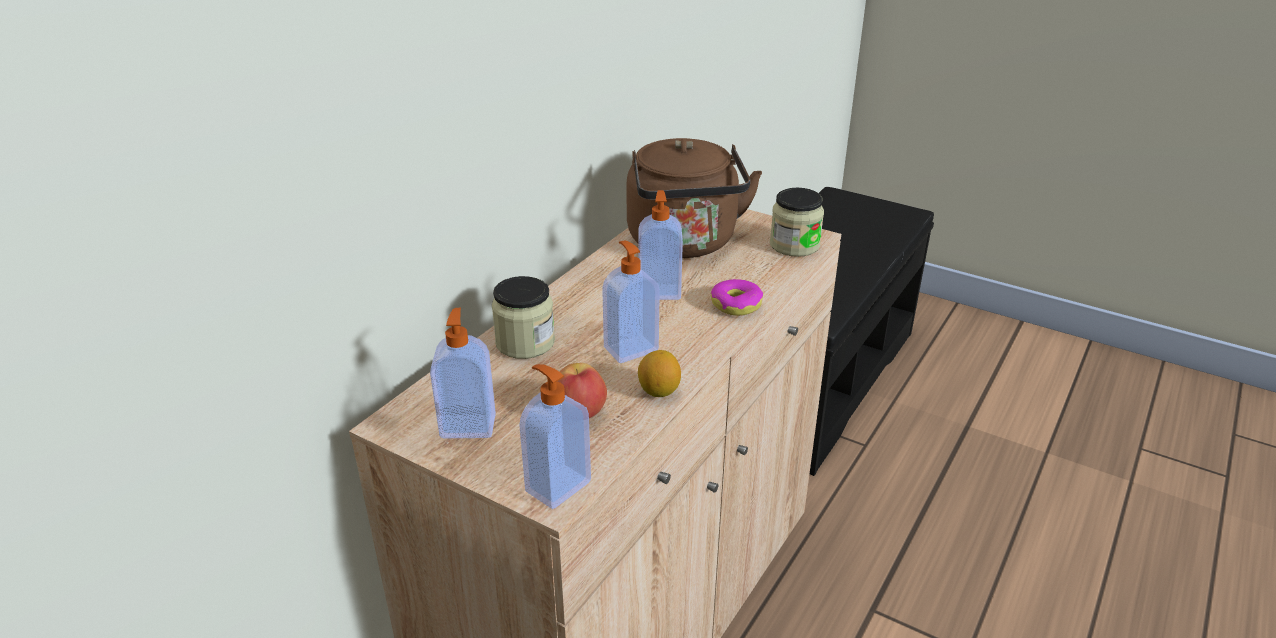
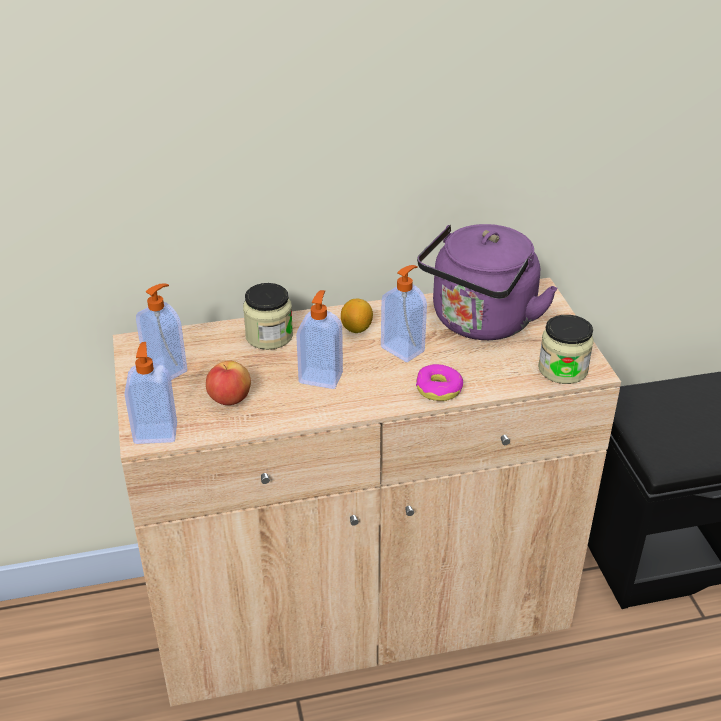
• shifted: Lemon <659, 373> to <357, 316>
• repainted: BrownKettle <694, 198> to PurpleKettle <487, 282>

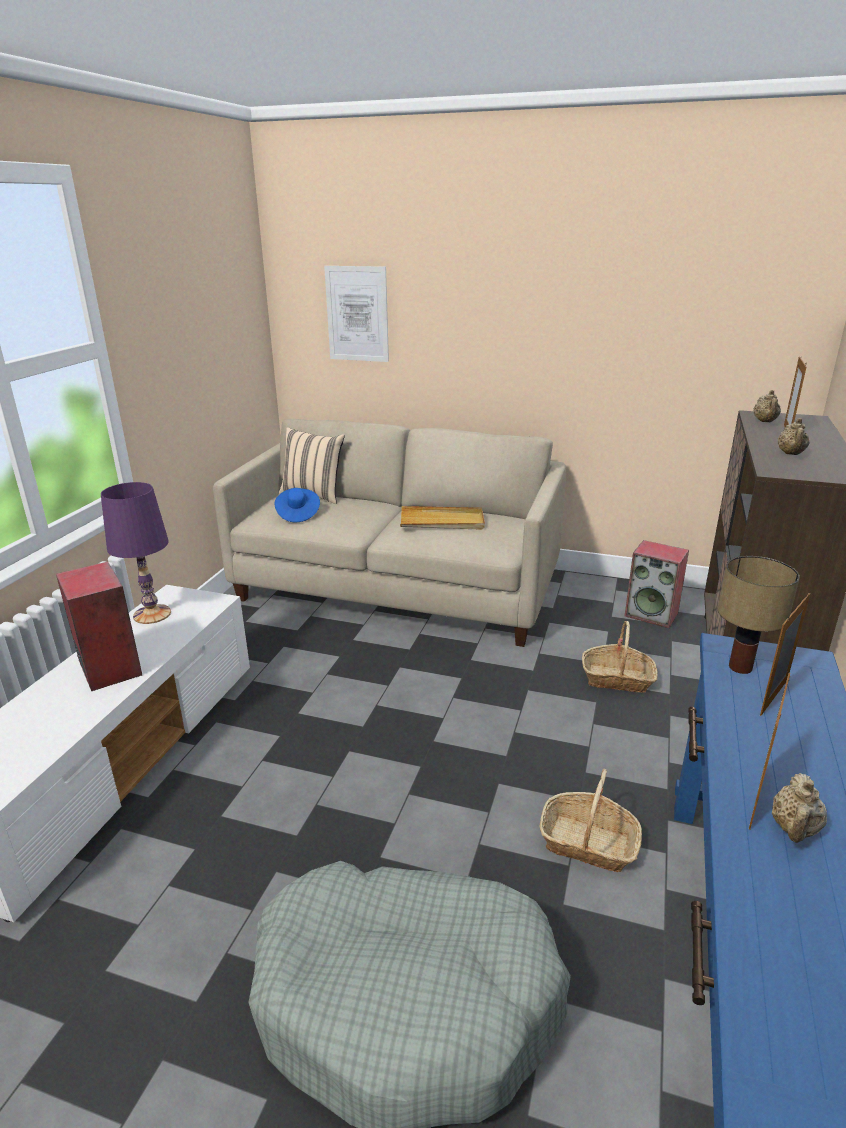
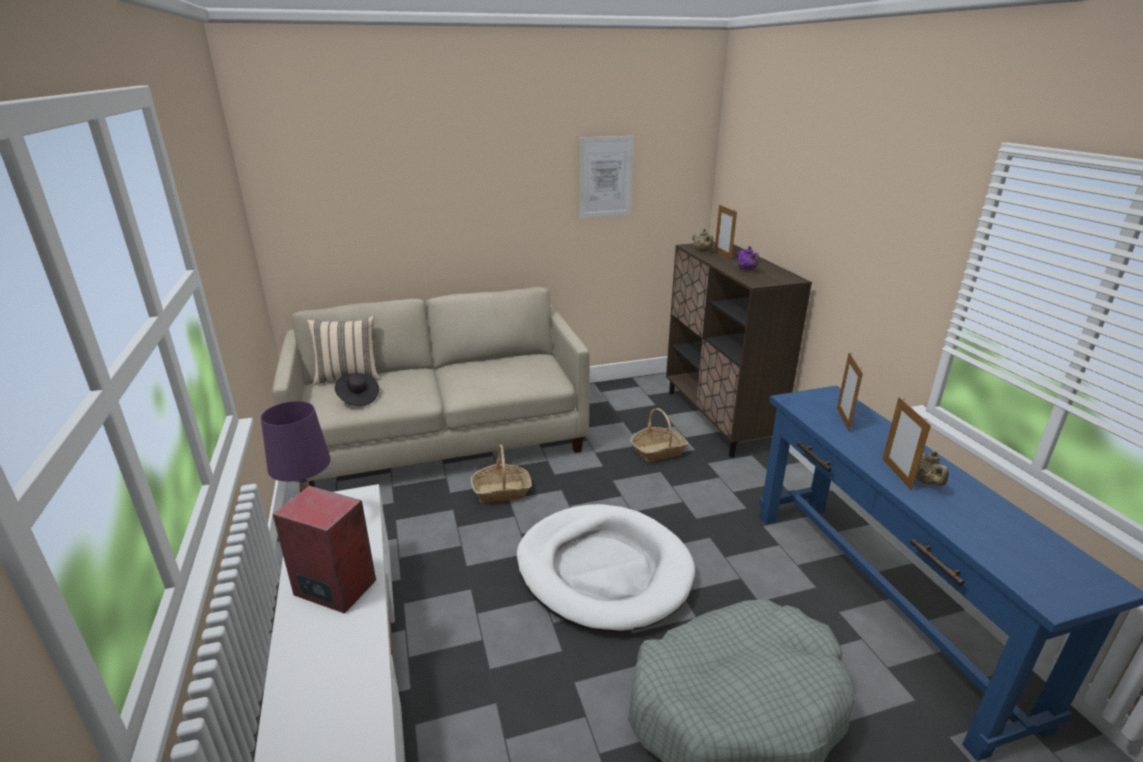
• gone: BeigeTray <442, 518>
• gone: Speaker <657, 584>
• gone: TableLamp <759, 615>
• new: WhiteDogBed <606, 568>
• shifted: Picture <356, 314> to <607, 176>
• shifted: Basket <591, 820> to <501, 473>
• repainted: BlueHat <297, 505> to BlackHat <357, 389>
• repainted: BeigeTeapot <793, 436> to PurpleTeapot <747, 258>

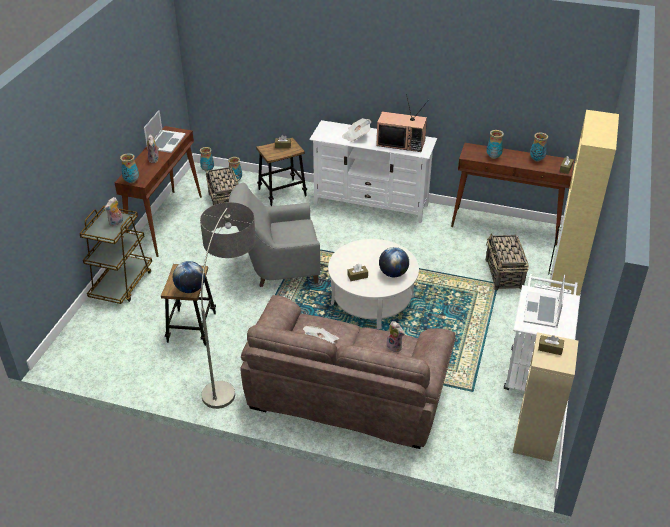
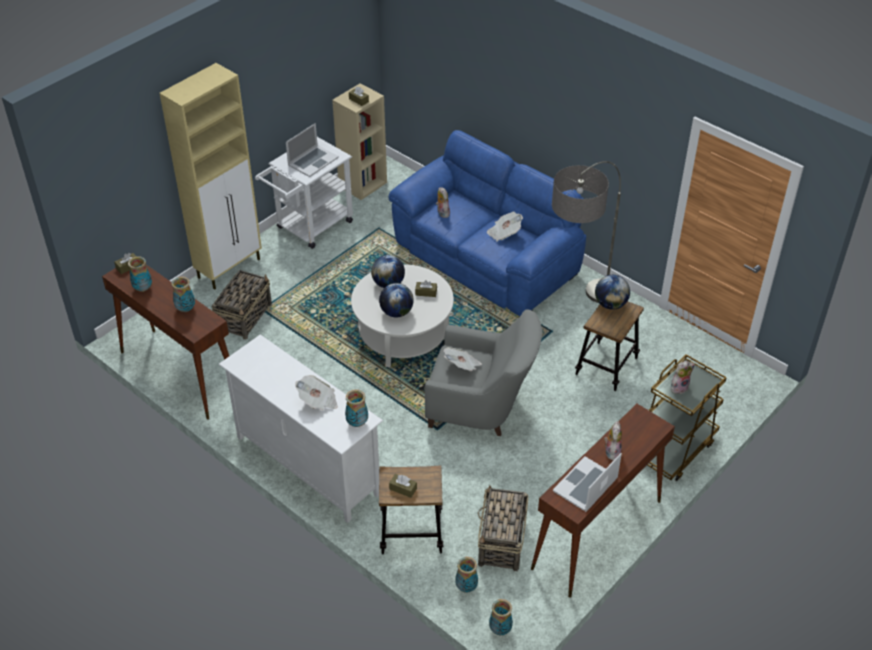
• gone: Television <402, 123>
• new: Globe <396, 300>
• new: Newspaper <463, 359>
• shifted: Vase <129, 168> to <356, 408>
• repainted: BrownSofa <348, 372> to BlueSofa <487, 223>

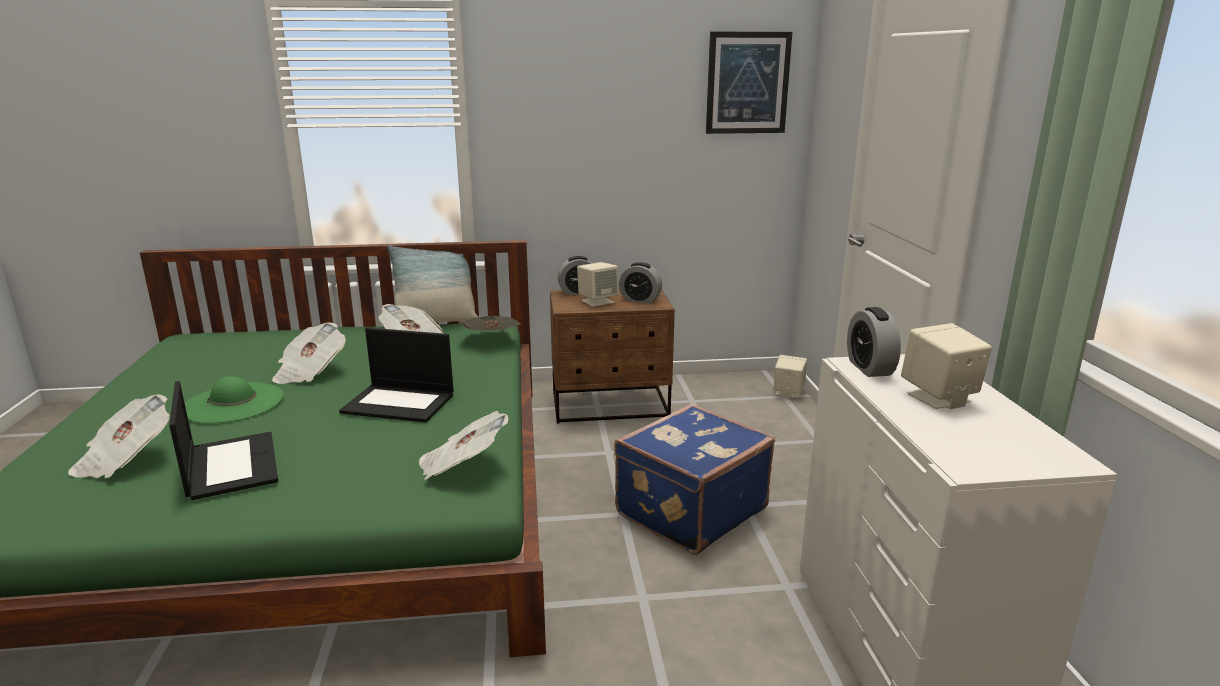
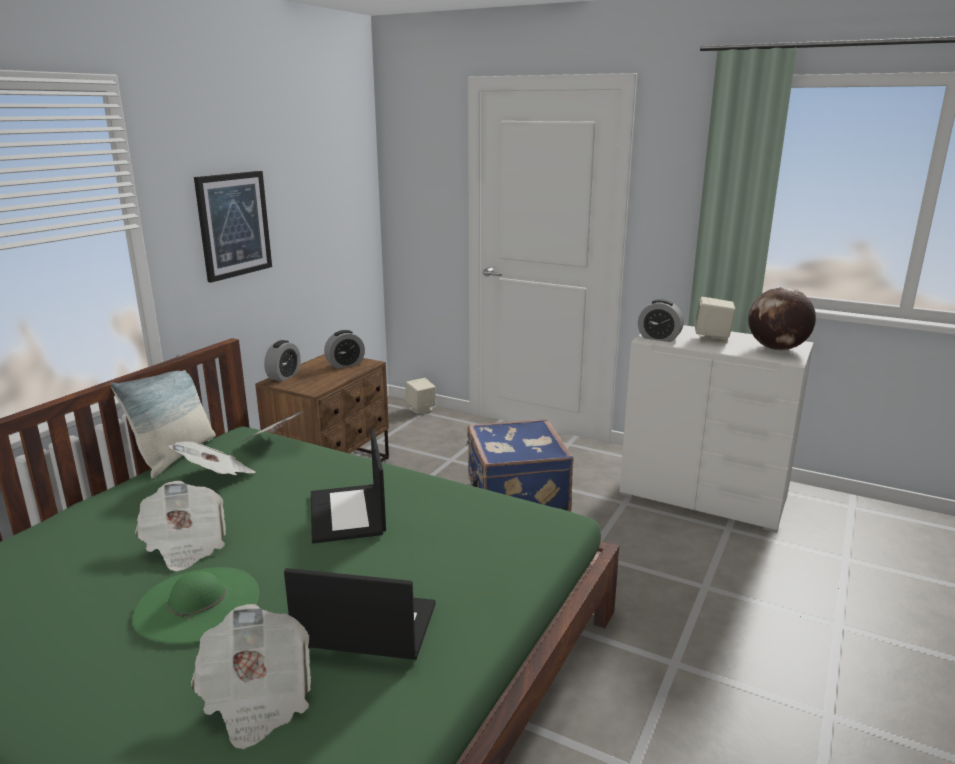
• gone: Newspaper <463, 445>
• gone: BeigeSpeaker <598, 284>
• new: Globe <782, 318>
• shifted: Picture <749, 83> to <233, 227>
• rotated: Laptop <396, 375> = <348, 486> 120 degrees clockwise

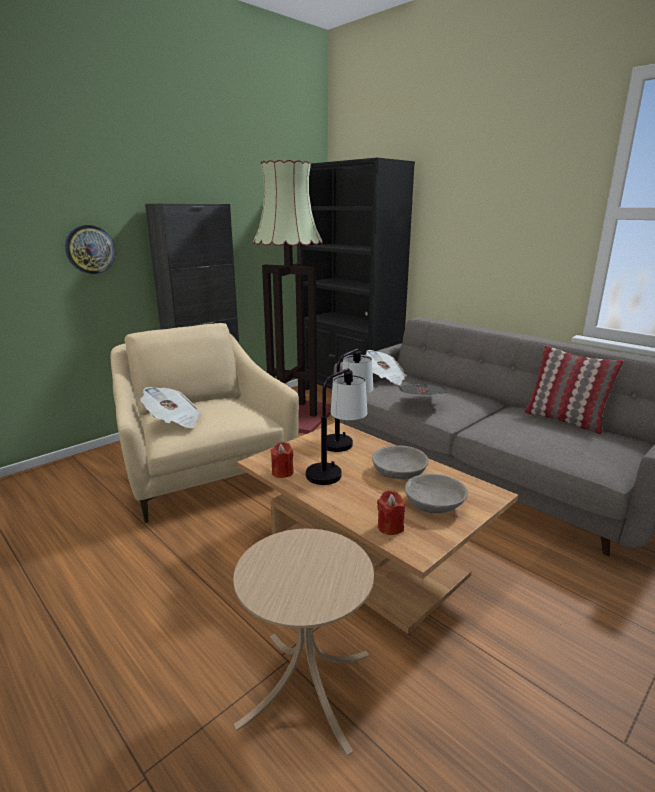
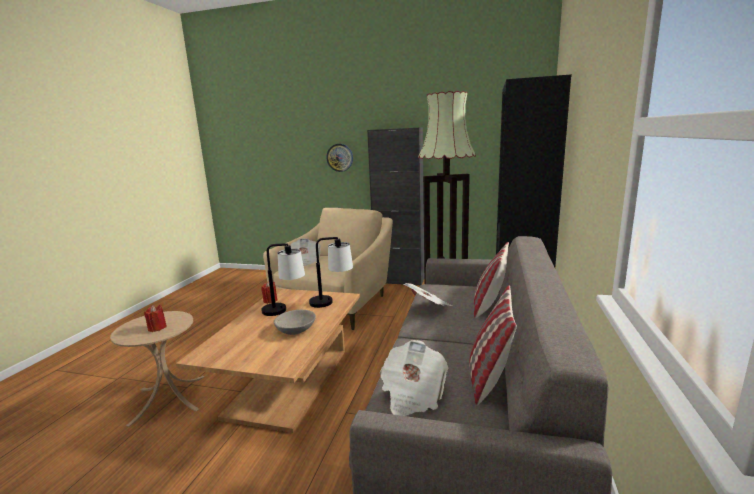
• gone: GreyBowl <436, 493>
• new: Pillow <491, 280>
• shifted: Newspaper <386, 367> to <414, 378>
• shifted: RedCandle <391, 512> to <155, 318>

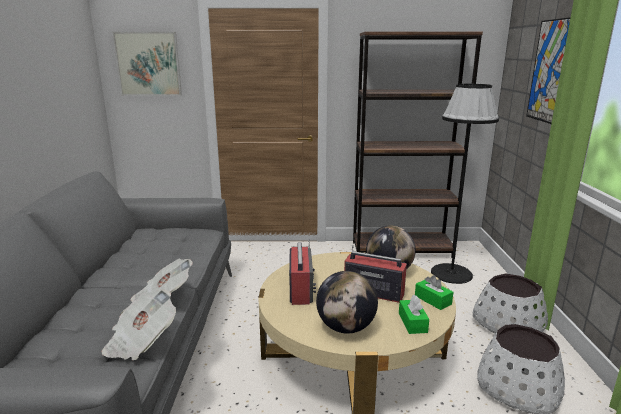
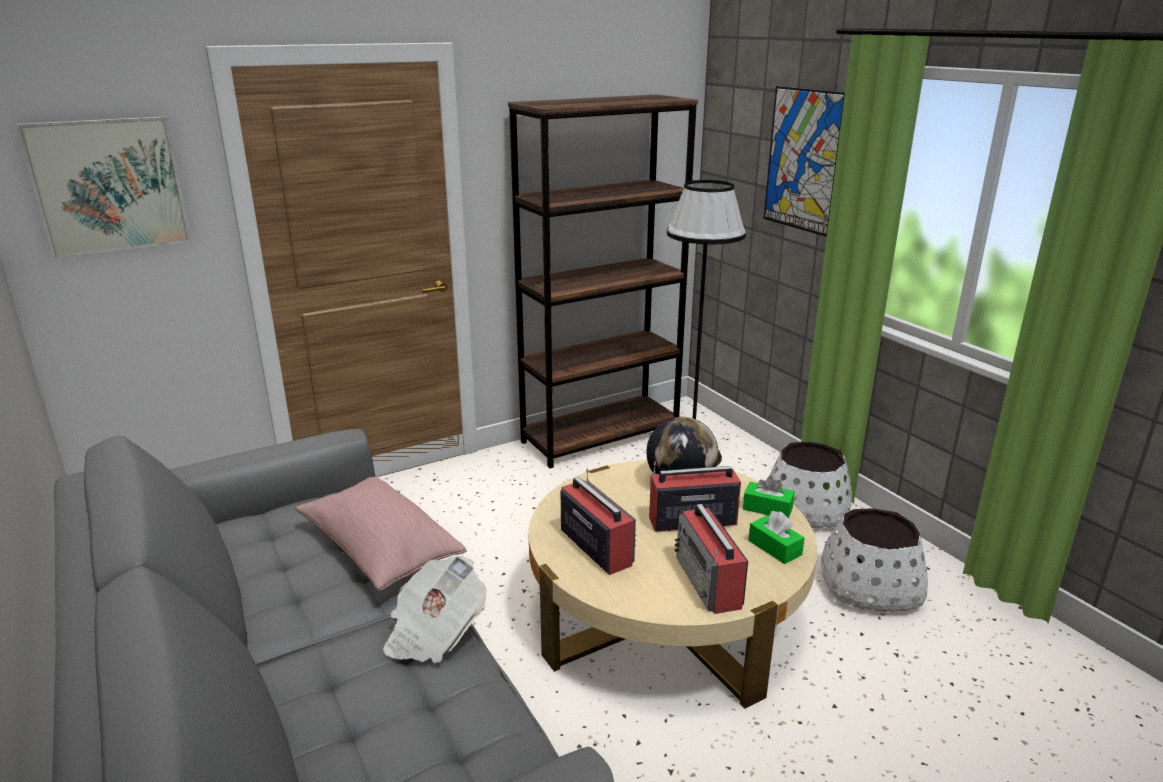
• gone: Newspaper <139, 325>
• new: PinkPillow <381, 534>
• swapped: Globe <347, 302> to Radio <711, 559>

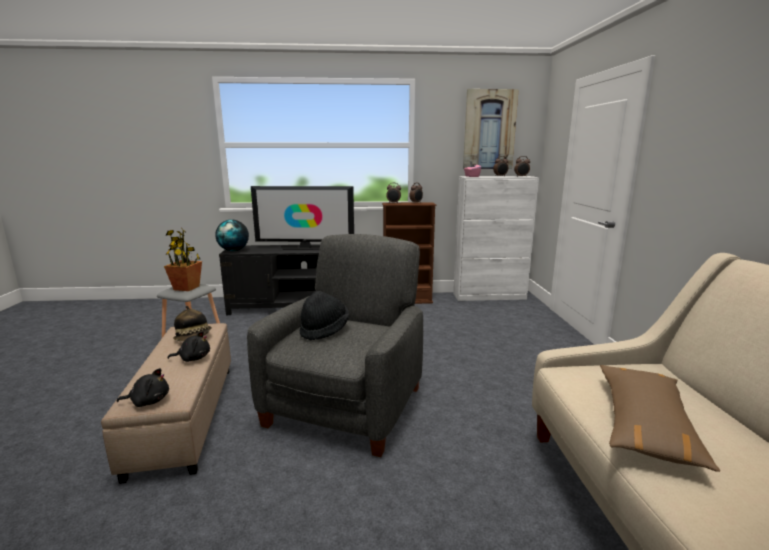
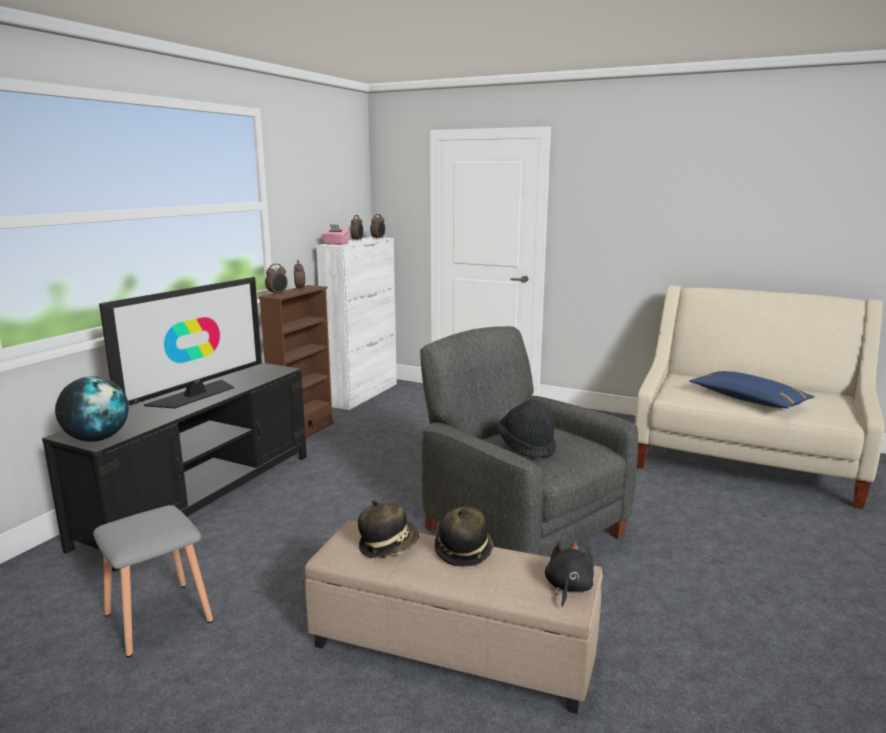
• gone: PottedPlant <183, 260>
• gone: Picture <491, 129>
• swapped: BlackPlushToy <189, 346> to Hat <464, 536>
• repainted: BrownPillow <660, 418> to BluePillow <751, 390>

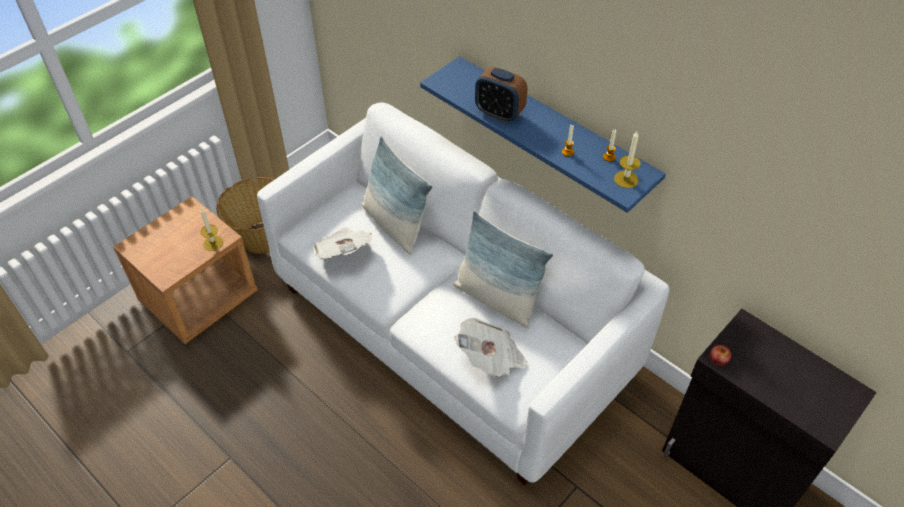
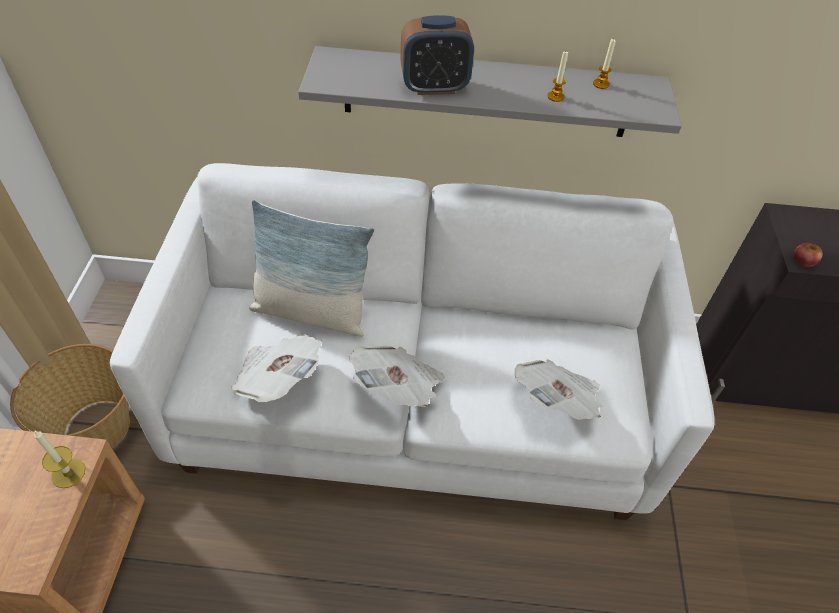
• gone: Pillow <503, 269>
• gone: Candle <627, 159>
• new: Newspaper <397, 376>
• repainted: BlueShelf <543, 134> to GreyShelf <490, 91>

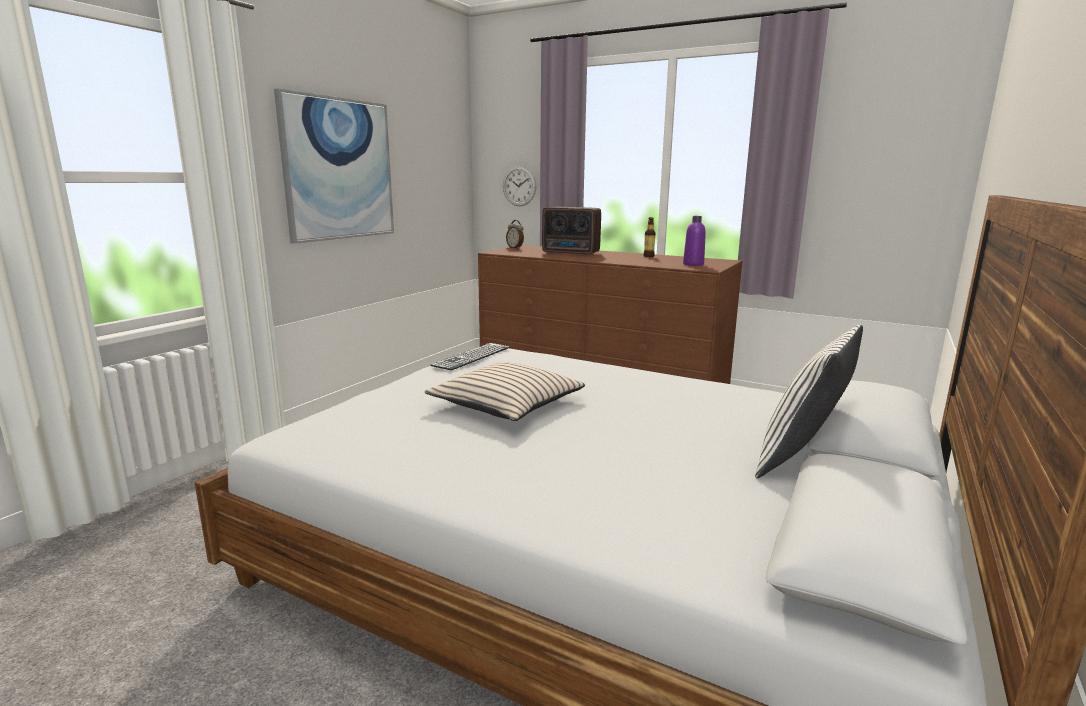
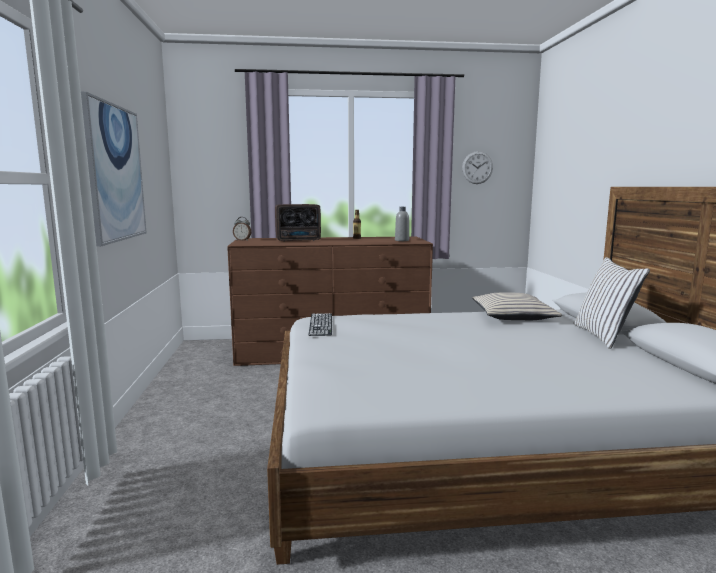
• shifted: BeigePillow <504, 391> to <517, 306>
• shifted: WallClock <519, 186> to <477, 167>
• repainted: PurpleBottle <694, 241> to GreyBottle <402, 224>

